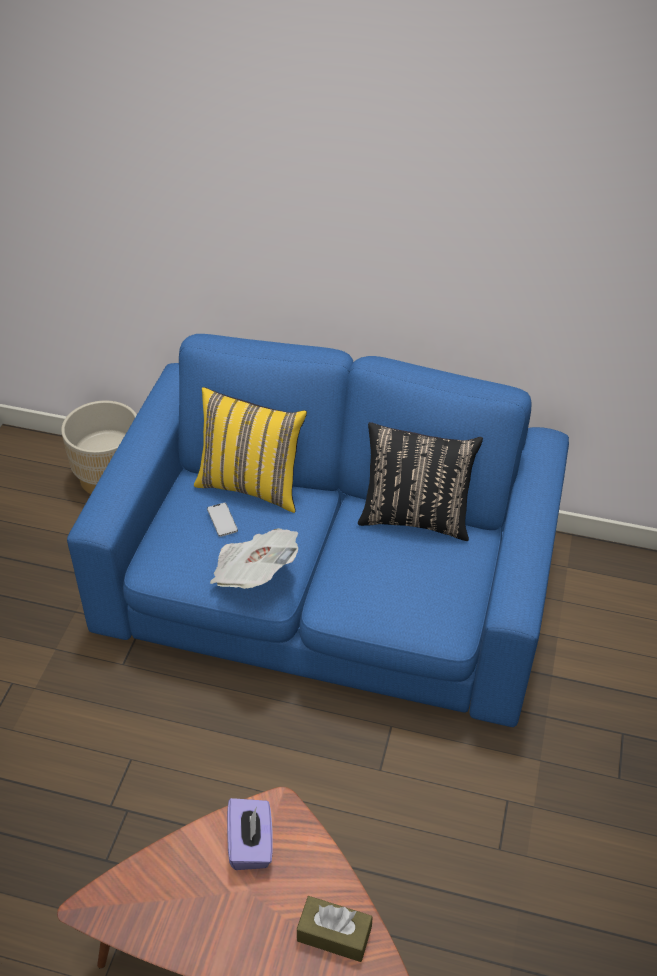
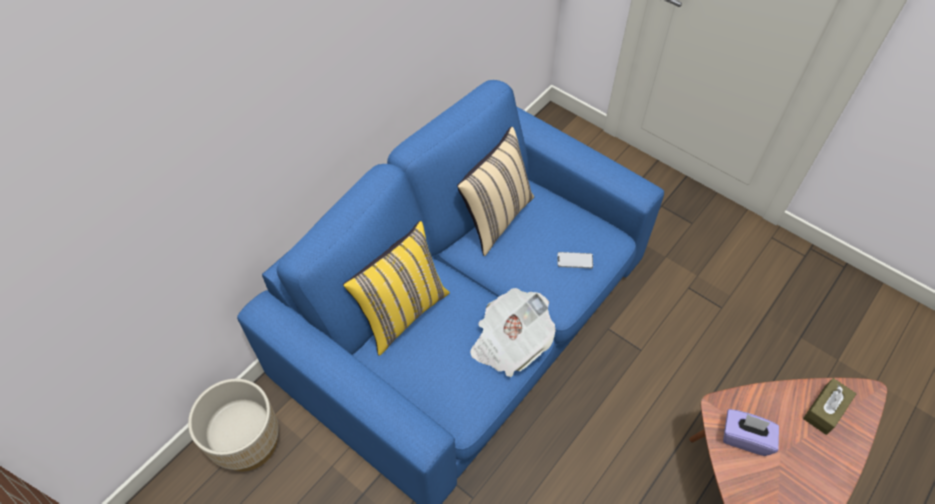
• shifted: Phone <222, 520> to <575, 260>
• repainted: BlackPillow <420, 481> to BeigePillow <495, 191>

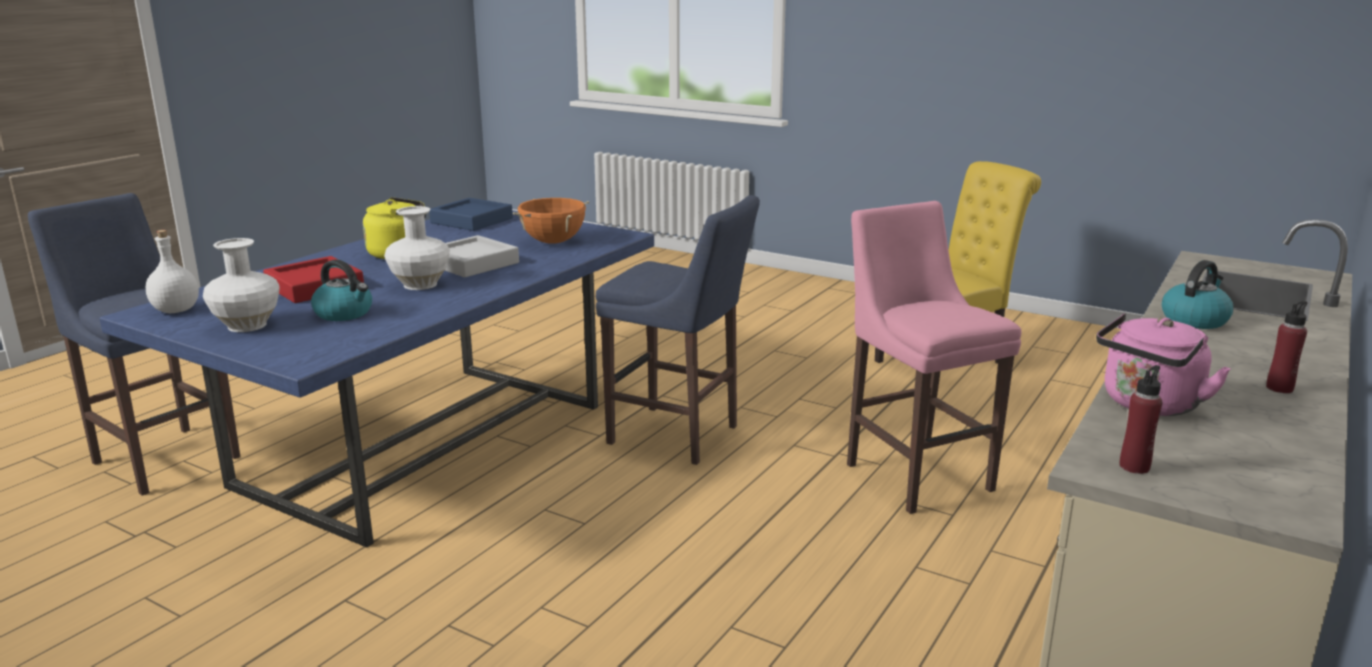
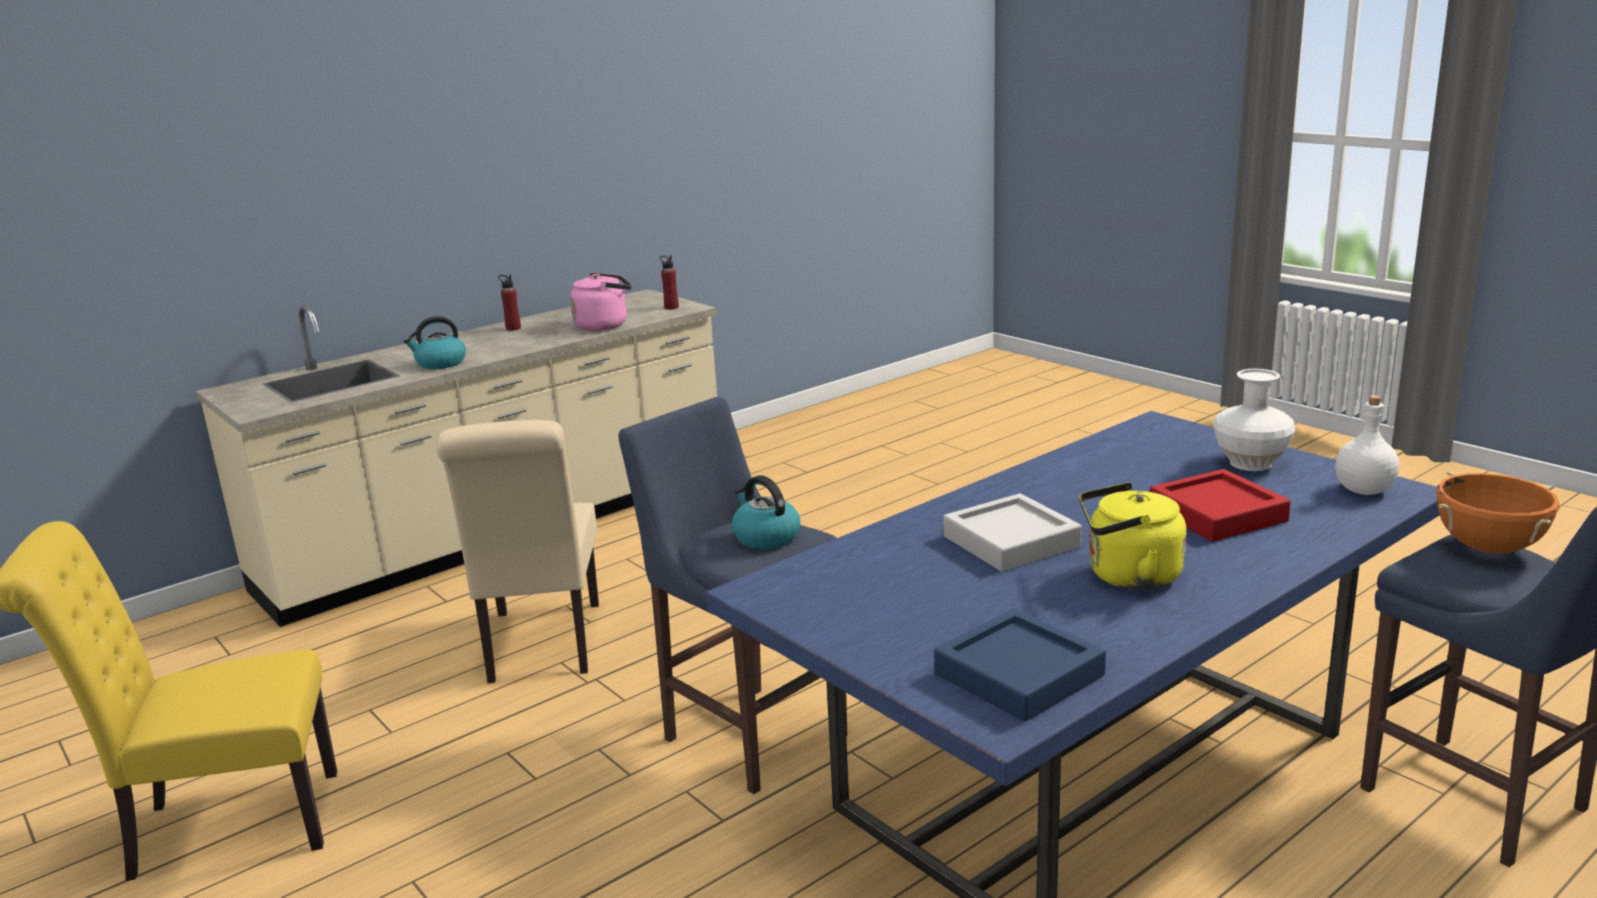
• gone: WhiteVase <417, 248>
• shifted: Kettle <341, 290> to <766, 512>
• shifted: OrangeCookingPot <551, 221> to <1498, 512>
• swapped: PinkStool <934, 357> to BeigeChair <517, 551>

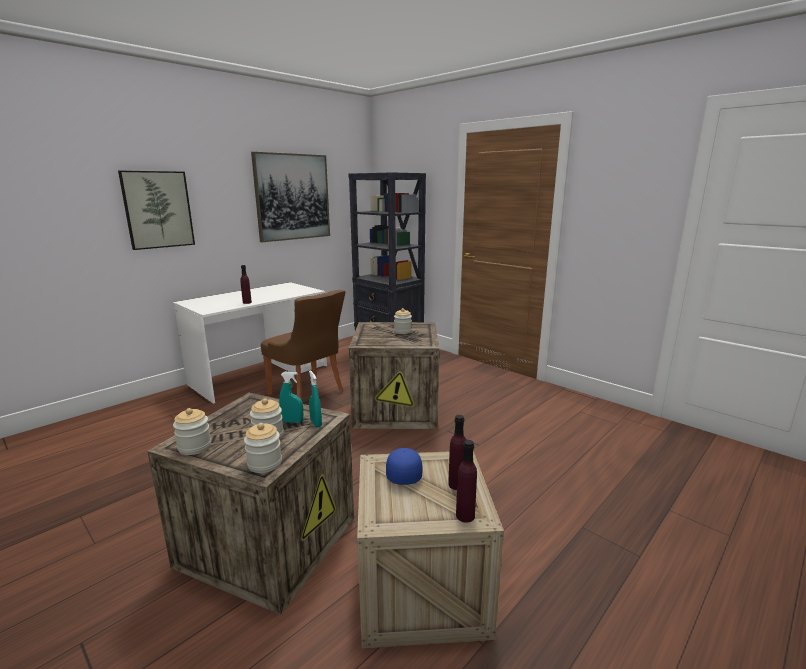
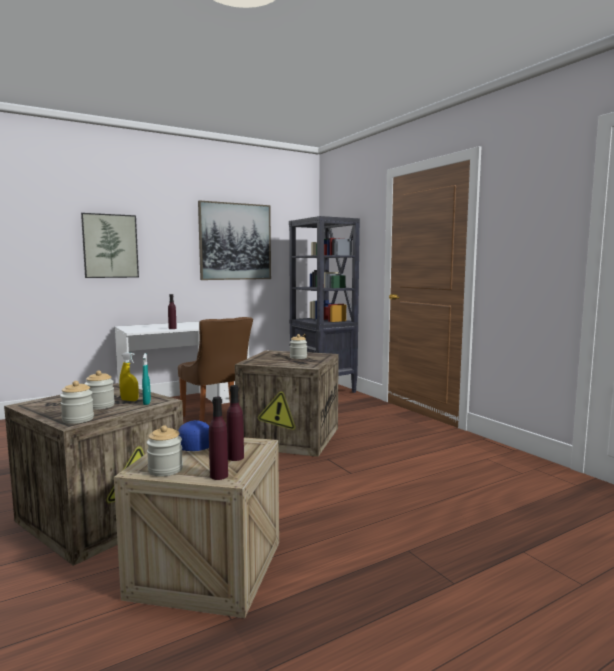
• shifted: Jar <192, 431> to <164, 450>
• repainted: TurquoiseSprayBottle <291, 397> to YellowSprayBottle <129, 377>

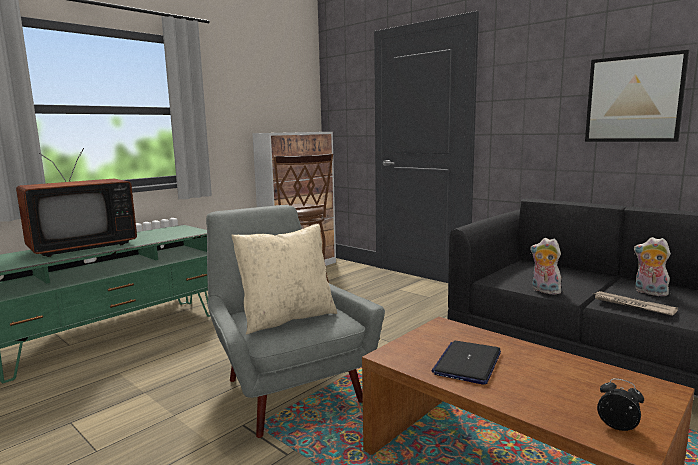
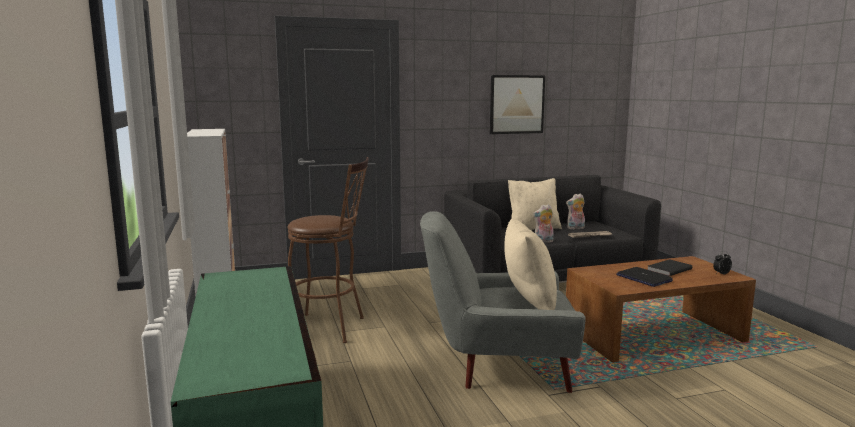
• gone: Television <76, 202>
• new: BeigePillow <535, 204>
• new: BlackBook <670, 267>

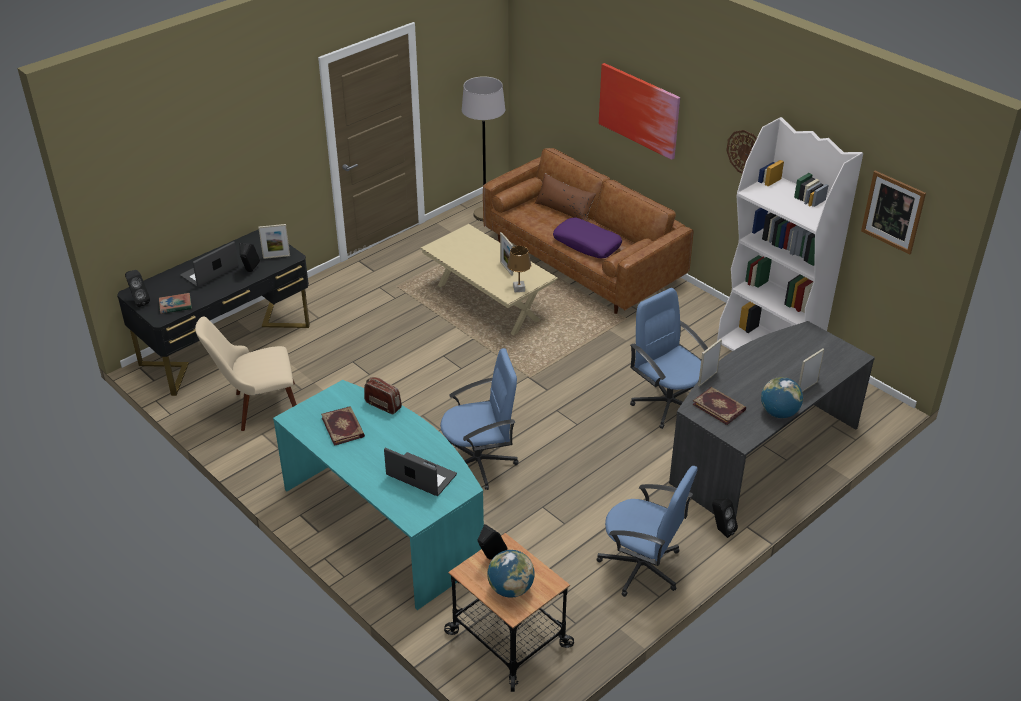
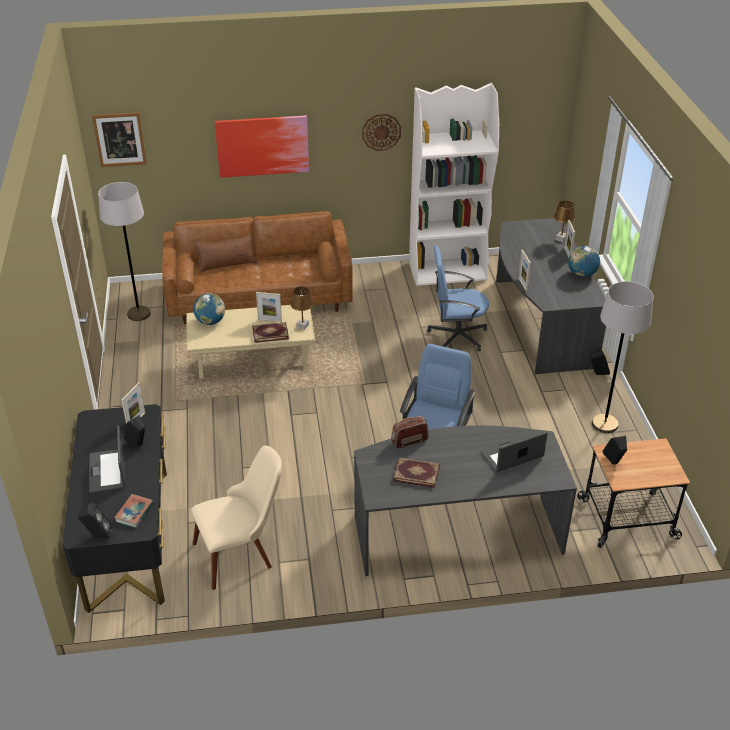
• gone: PurplePillow <587, 238>
• new: BrownTableLamp <564, 221>
• shifted: Globe <511, 574> to <209, 309>
• shifted: Book <719, 406> to <270, 332>
• shifted: Picture <893, 213> to <119, 139>
• swapped: BlueOfficeChair <647, 531> to GreyFloorLamp <623, 357>
• repainted: TurquoiseDesk <378, 495> to GreyDesk <465, 500>
• rotated: BeigeChair <246, 373> = <236, 517> 135 degrees counterclockwise

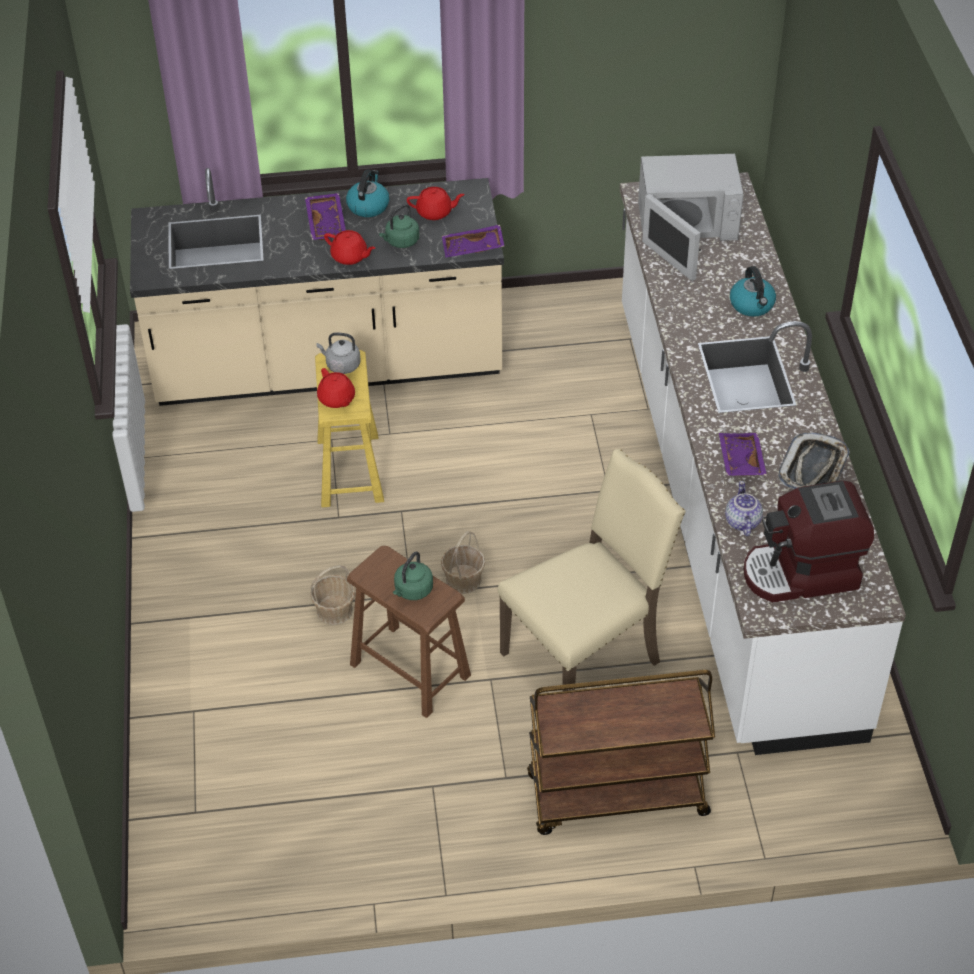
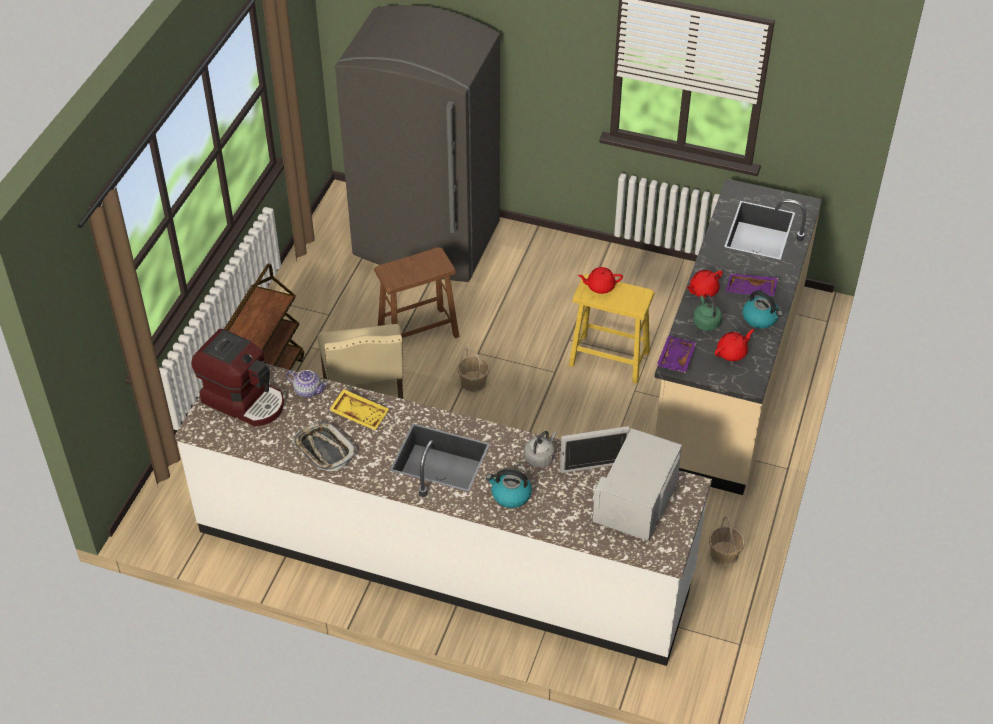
• gone: GreenKettle <413, 576>
• new: GreyFridge <417, 143>
• shifted: Basket <332, 595> to <726, 541>
• shifted: GreyKettle <338, 353> to <540, 449>
• repainted: PurpleTray <743, 454> to YellowTray <359, 409>
• rotated: RedTeapot <436, 203> = <734, 345> 150 degrees counterclockwise
• rotated: CoffeeMachine <809, 541> = <238, 377> 105 degrees clockwise

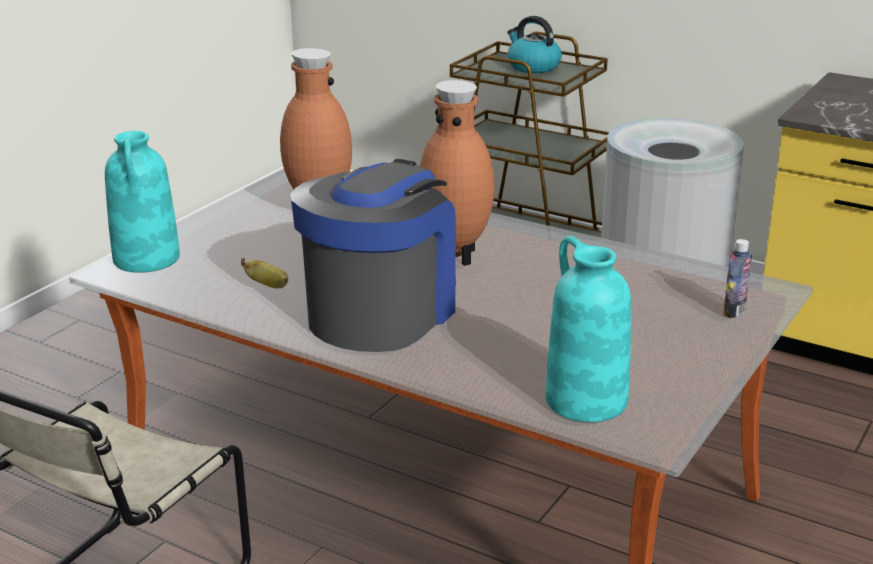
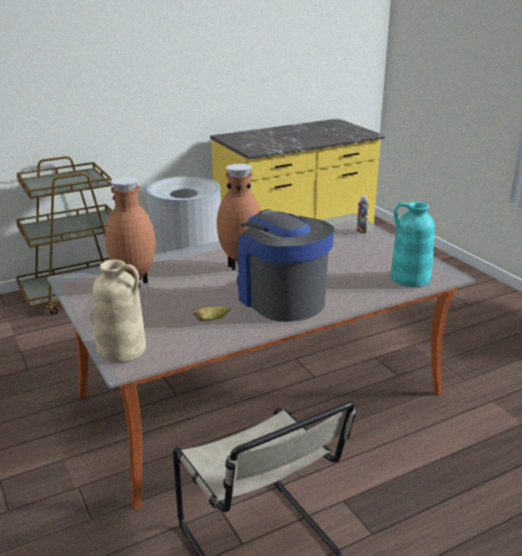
• gone: Kettle <534, 44>
• repainted: TurquoiseVase <142, 202> to BeigeVase <119, 311>

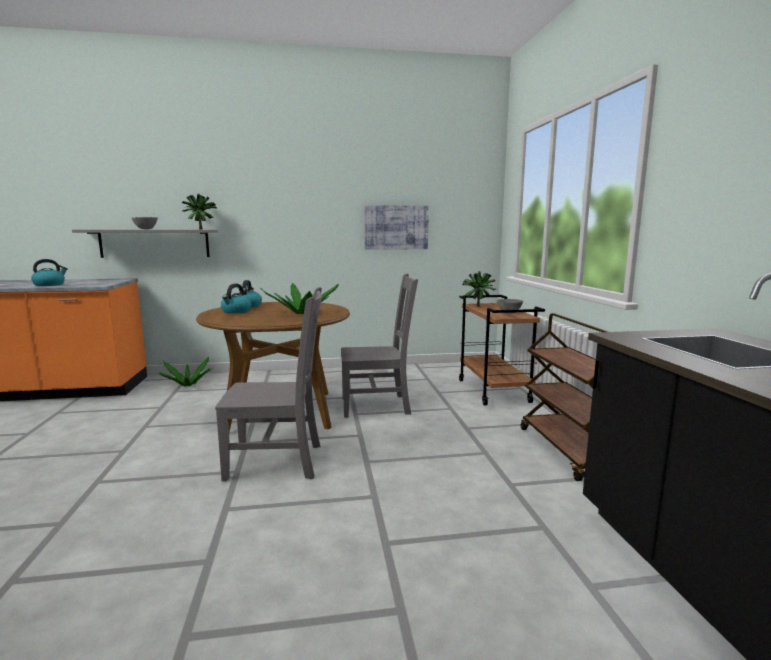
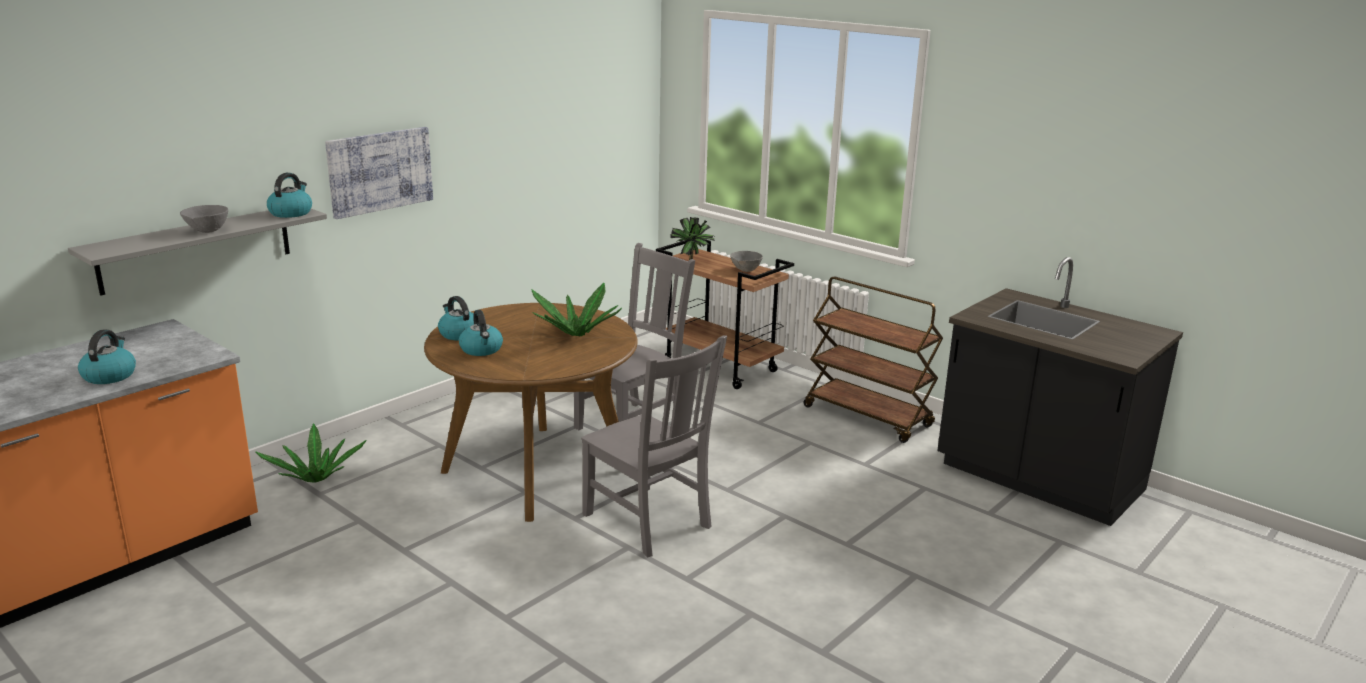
• shifted: Picture <396, 227> to <379, 173>
• swapped: PottedPlant <199, 212> to Kettle <289, 195>
• rotated: GreyChair <268, 384> = <654, 446> 90 degrees clockwise

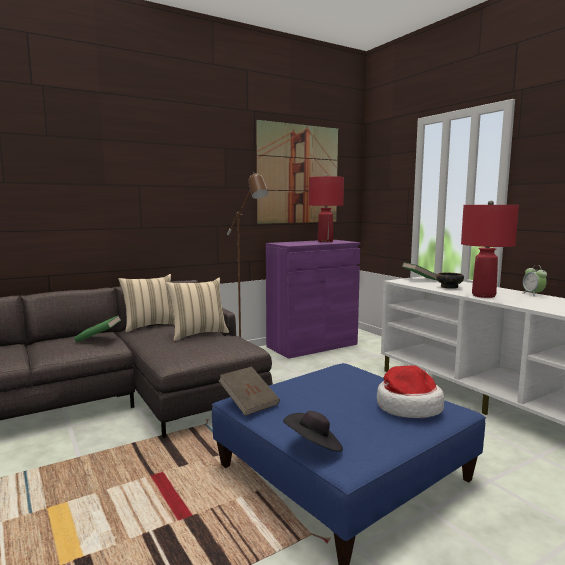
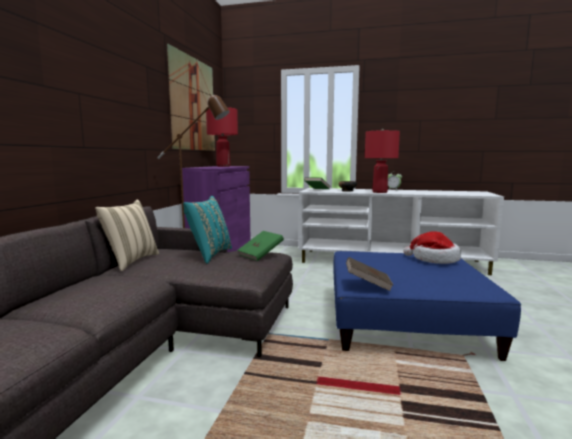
• gone: BlackHat <313, 431>
• shifted: GreenBook <97, 328> to <260, 246>
• repainted: BeigePillow <197, 309> to TurquoisePillow <207, 230>

